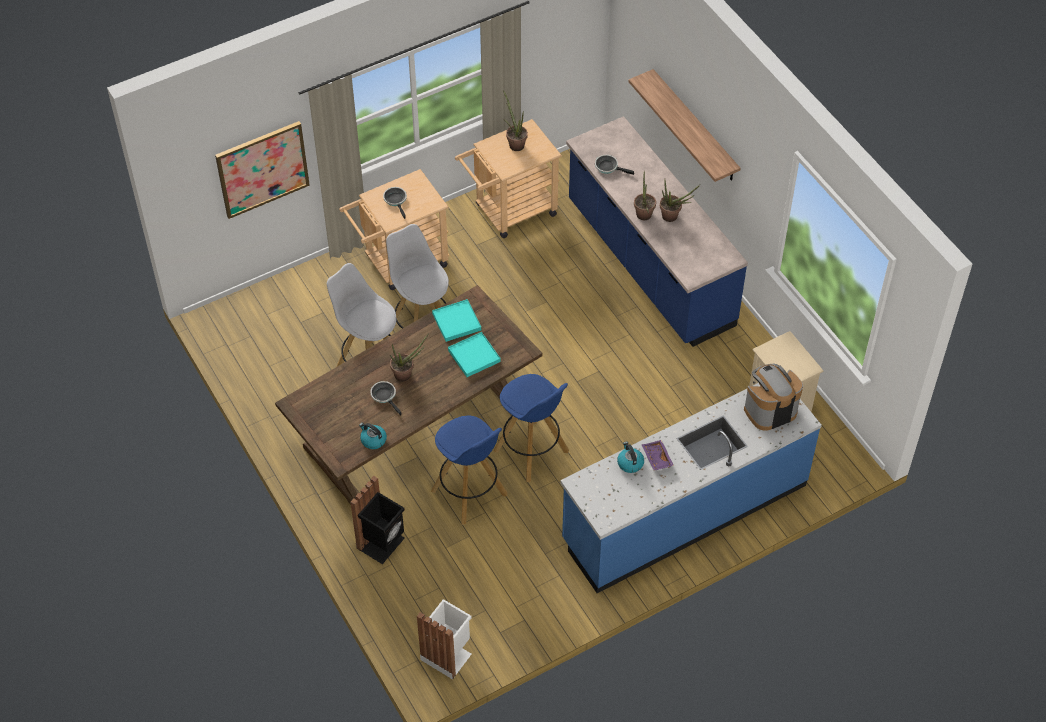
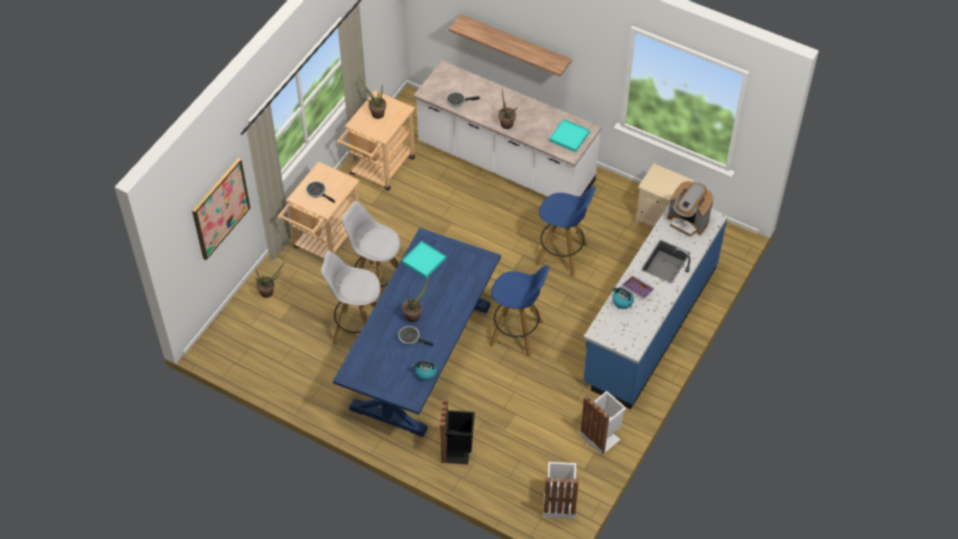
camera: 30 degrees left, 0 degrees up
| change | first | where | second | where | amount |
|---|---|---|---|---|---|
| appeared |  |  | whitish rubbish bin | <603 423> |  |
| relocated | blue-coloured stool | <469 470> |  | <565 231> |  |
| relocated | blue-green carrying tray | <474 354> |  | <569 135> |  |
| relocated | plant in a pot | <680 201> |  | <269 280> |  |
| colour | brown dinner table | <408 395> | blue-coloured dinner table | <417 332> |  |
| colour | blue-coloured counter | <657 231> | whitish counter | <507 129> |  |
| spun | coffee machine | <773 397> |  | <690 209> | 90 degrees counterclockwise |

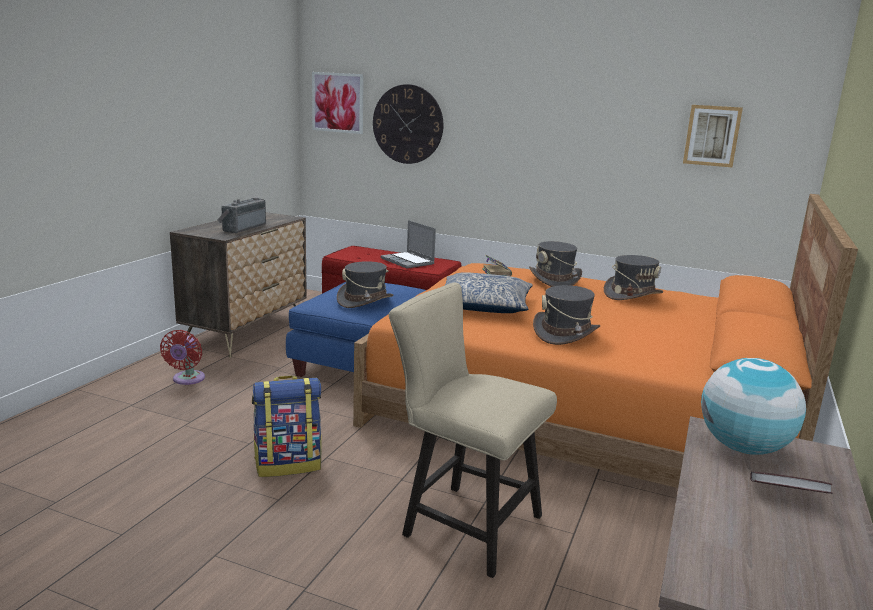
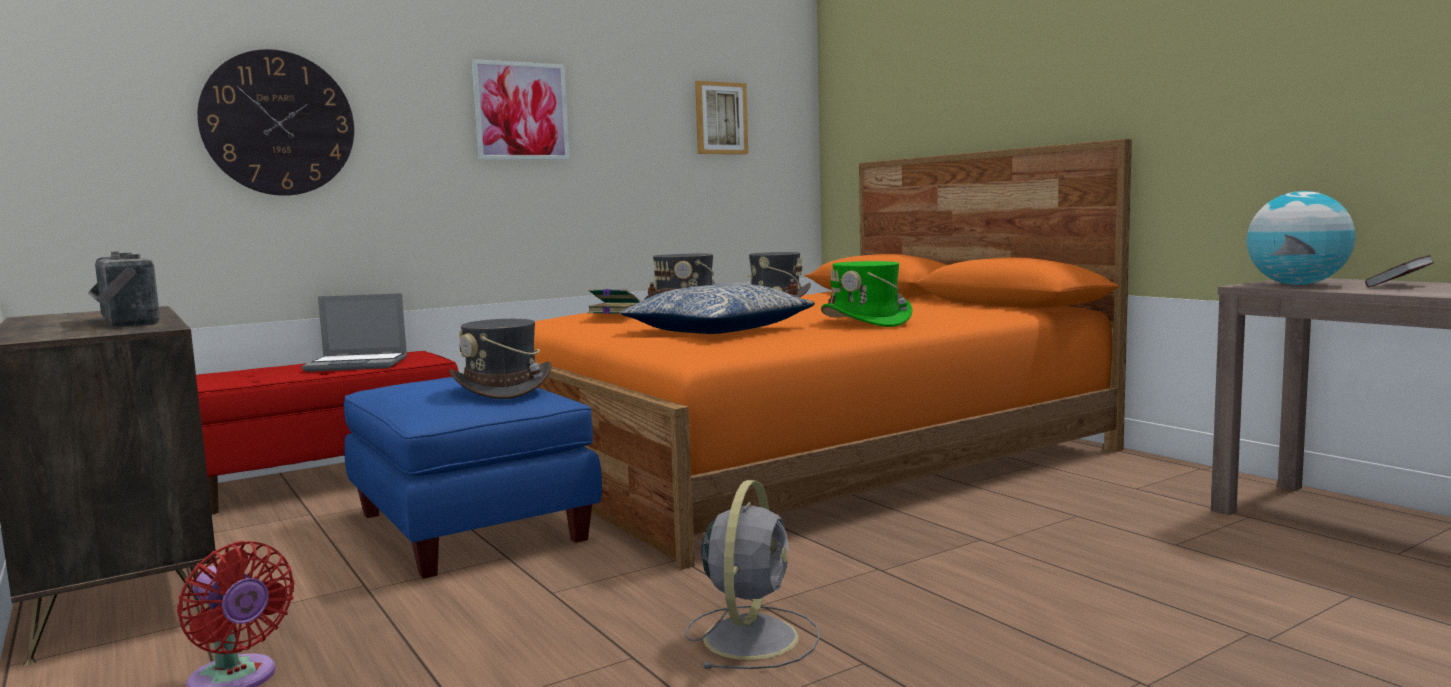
camera: 55 degrees left, 10 degrees down
| change | first | where | second | where | amount |
|---|---|---|---|---|---|
| missing | beige chair | <473 430> |  |  |  |
| relocated | wall picture | <338 103> |  | <520 109> |  |
| exchanged | backpack | <287 426> | greyish fan | <752 574> |  |
| colour | greyish hat | <566 315> | green-coloured hat | <866 294> |  |

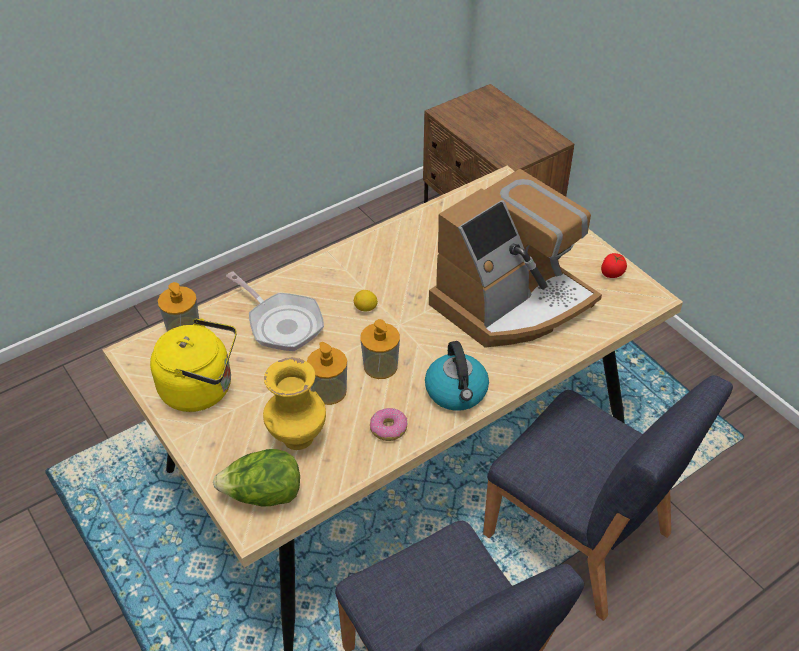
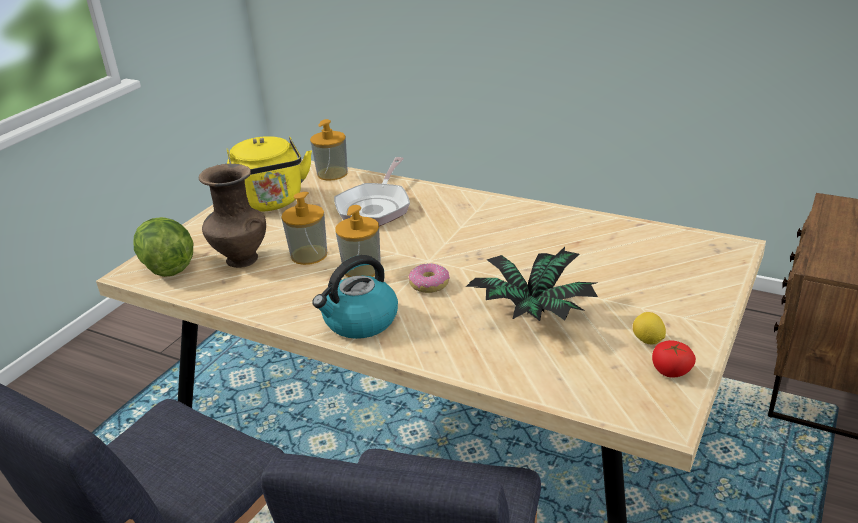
camera: 65 degrees right, 15 degrees down
| change | first | where | second | where | amount |
|---|---|---|---|---|---|
| relocated | whole lemon | <366 300> |  | <649 328> |  |
| relocated | donut | <388 424> |  | <429 278> |  |
| exchanged | coffee machine | <515 258> | plant in a pot | <532 284> |  |
| colour | yellowish decorative vase | <294 404> | brown decorative vase | <232 216> |  |

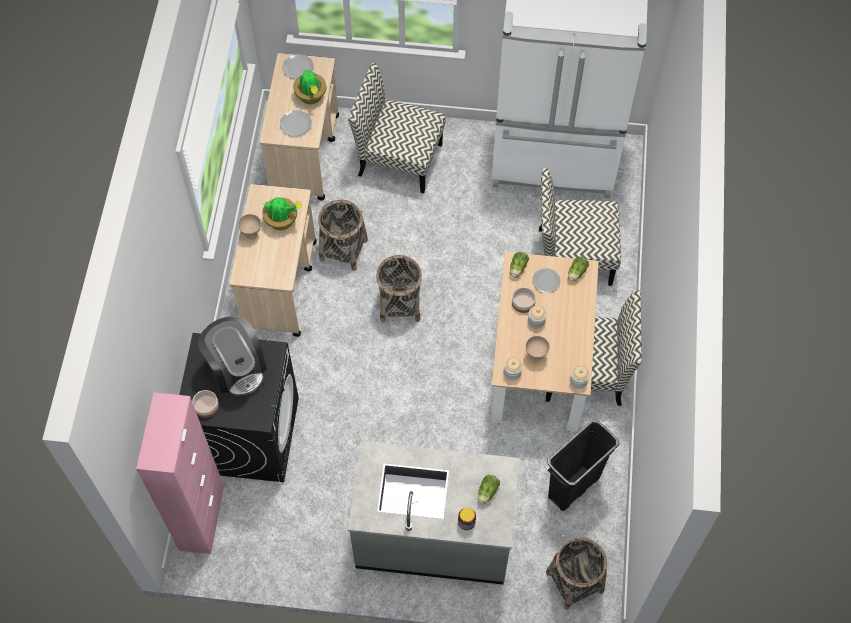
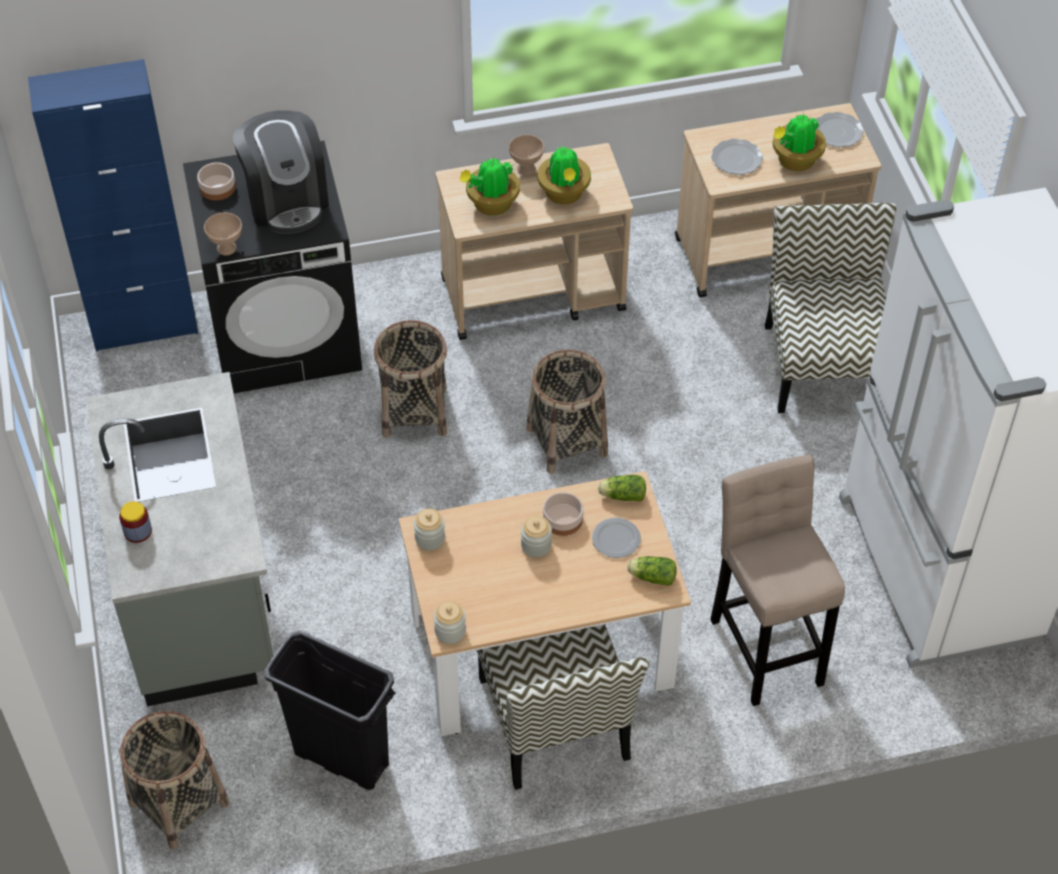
camera: 70 degrees right, 10 degrees down
| change | first | where | second | where | amount |
|---|---|---|---|---|---|
| missing | lettuce | <489 489> |  |  |  |
| appeared |  |  | plant in a pot | <489 186> |  |
| relocated | storage basket | <343 235> |  | <410 379> |  |
| relocated | beige bowl | <537 348> |  | <223 234> |  |
| exchanged | chair | <580 227> | beige stool | <777 580> |  |
| colour | pinkish cupboard | <180 473> | blue-coloured cupboard | <113 205> |  |
| spun | coffee machine | <232 356> |  | <281 172> | 60 degrees counterclockwise |

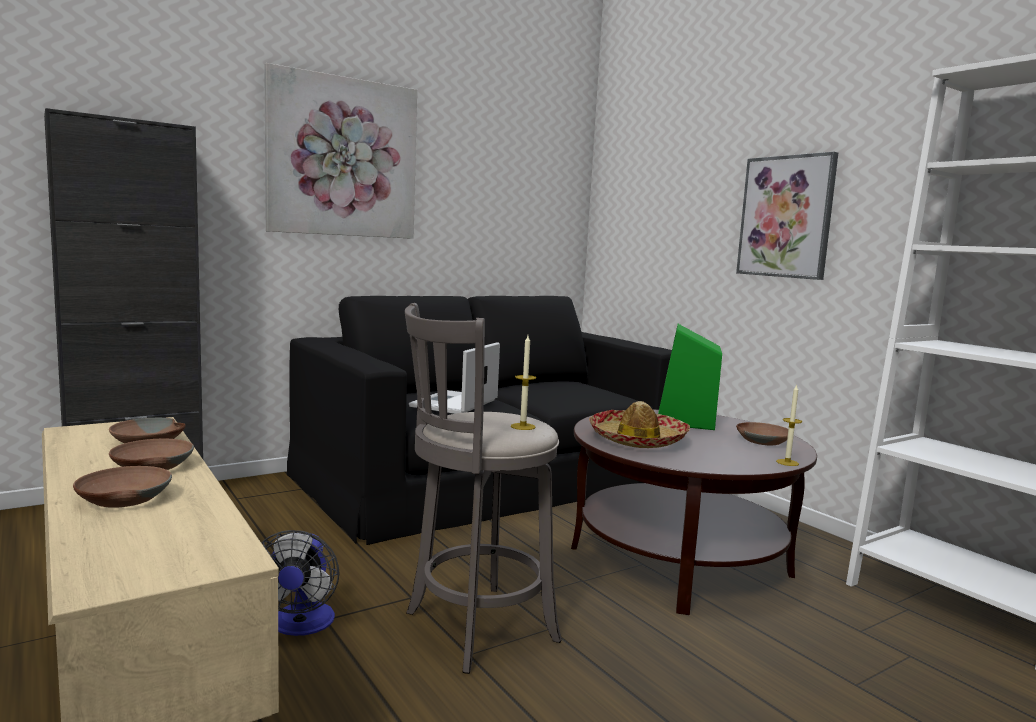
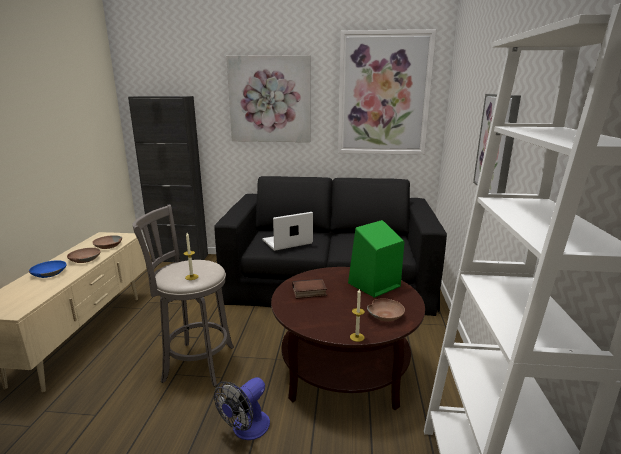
camera: 40 degrees right, 10 degrees up
| change | first | where | second | where | amount |
|---|---|---|---|---|---|
| appeared |  |  | wall picture | <387 92> |  |
| relocated | fan | <300 583> |  | <242 408> |  |
| exchanged | hat | <639 424> | bound book | <310 289> |  |
| colour | brown bowl | <122 487> | blue-coloured bowl | <47 269> |  |

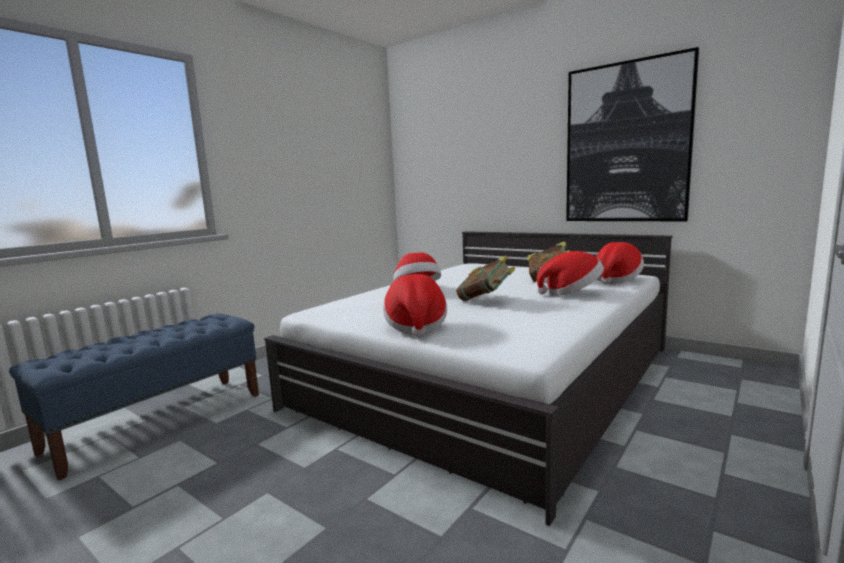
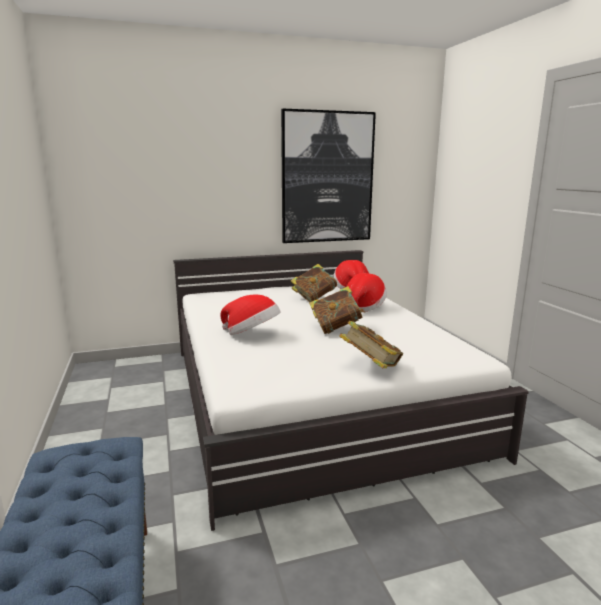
camera: 55 degrees left, 5 degrees up
| change | first | where | second | where | amount |
|---|---|---|---|---|---|
| exchanged | hat | <415 305> | bound book | <371 344> |  |

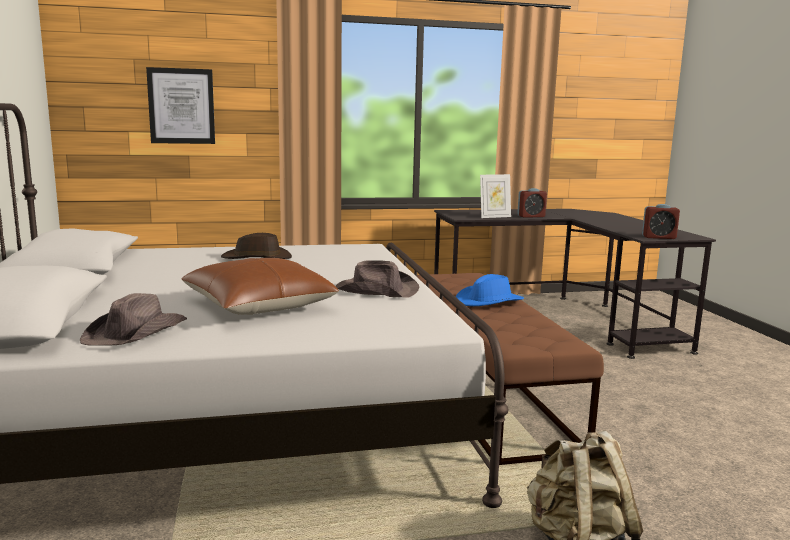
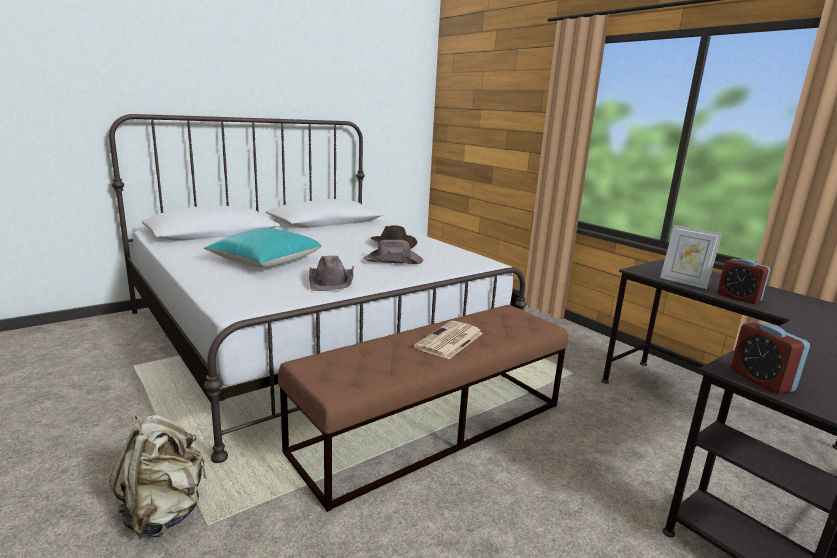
camera: 65 degrees right, 5 degrees up
| change | first | where | second | where | amount |
|---|---|---|---|---|---|
| missing | wall picture | <180 105> |  |  |  |
| relocated | brown hat | <133 319> |  | <393 252> |  |
| exchanged | blue-coloured hat | <490 290> | daily paper | <448 340> |  |
| colour | brown throw pillow | <260 286> | blue-green throw pillow | <262 248> |  |

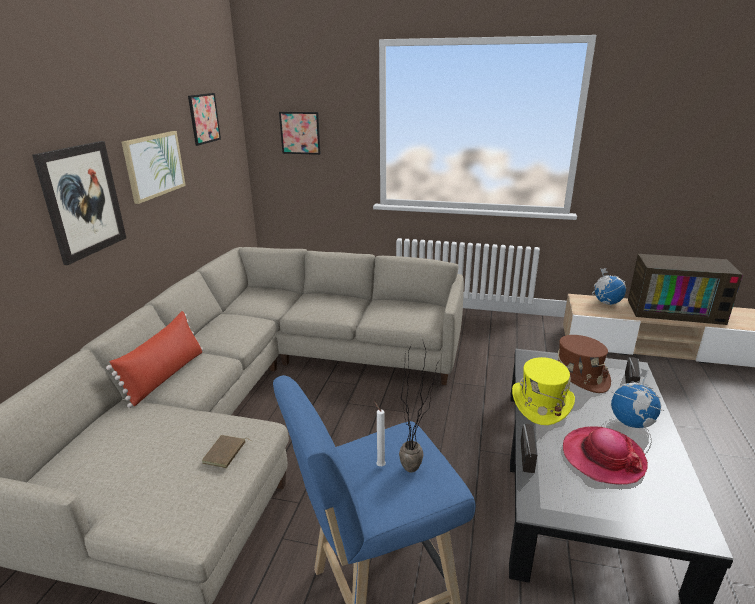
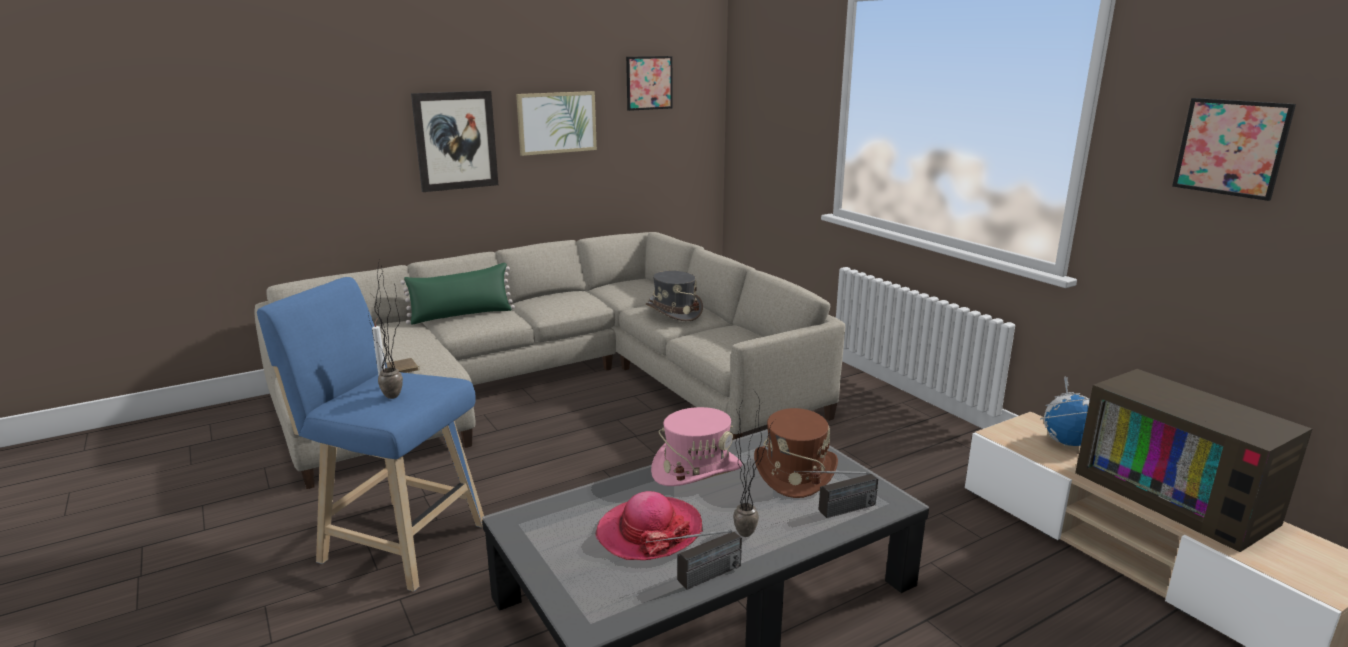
camera: 45 degrees right, 5 degrees down
| change | first | where | second | where | amount |
|---|---|---|---|---|---|
| appeared |  |  | greyish hat | <674 296> |  |
| relocated | wall picture | <300 133> |  | <1234 149> |  |
| relocated | radio receiver | <529 448> |  | <694 560> |  |
| exchanged | globe | <637 399> | plant in a pot | <754 463> |  |
| colour | red throw pillow | <154 359> | green-coloured throw pillow | <457 294> |  |
| colour | yellowish hat | <543 391> | pinkish hat | <696 446> |  |

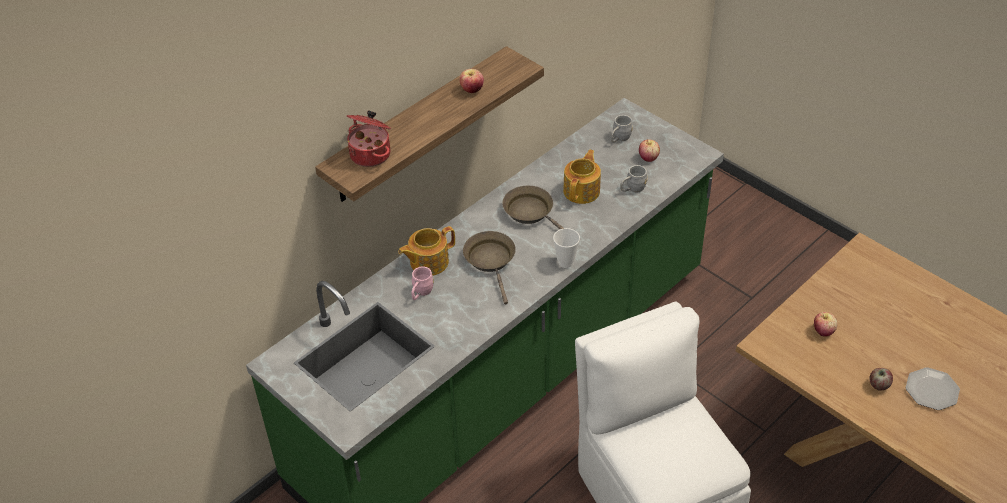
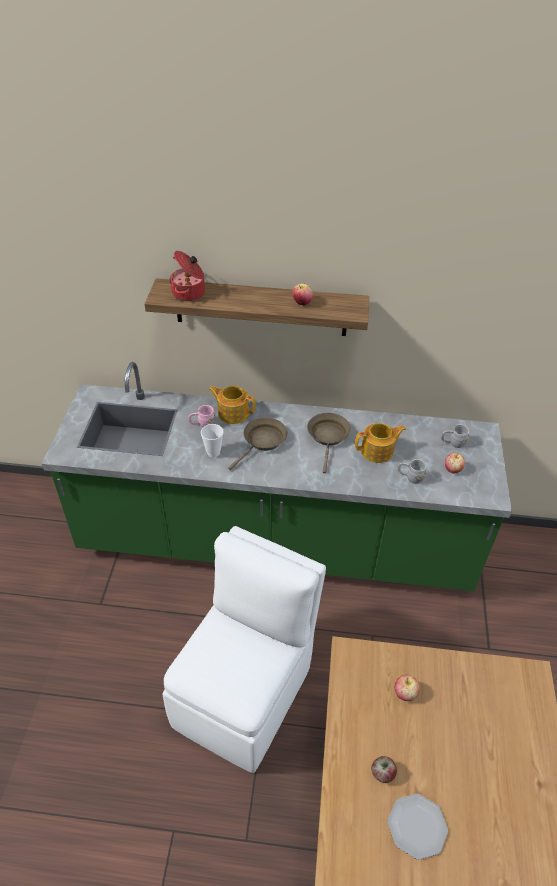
camera: 50 degrees right, 0 degrees up
| change | first | where | second | where | amount |
|---|---|---|---|---|---|
| relocated | cup | <566 248> |  | <212 440> |  |

